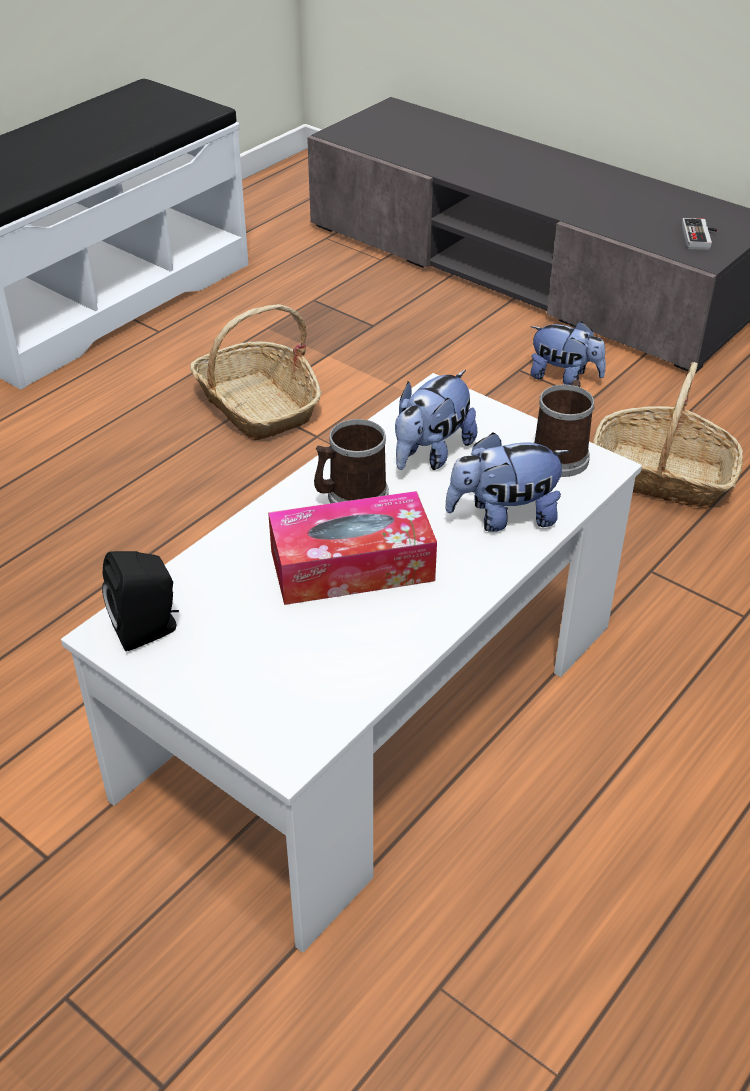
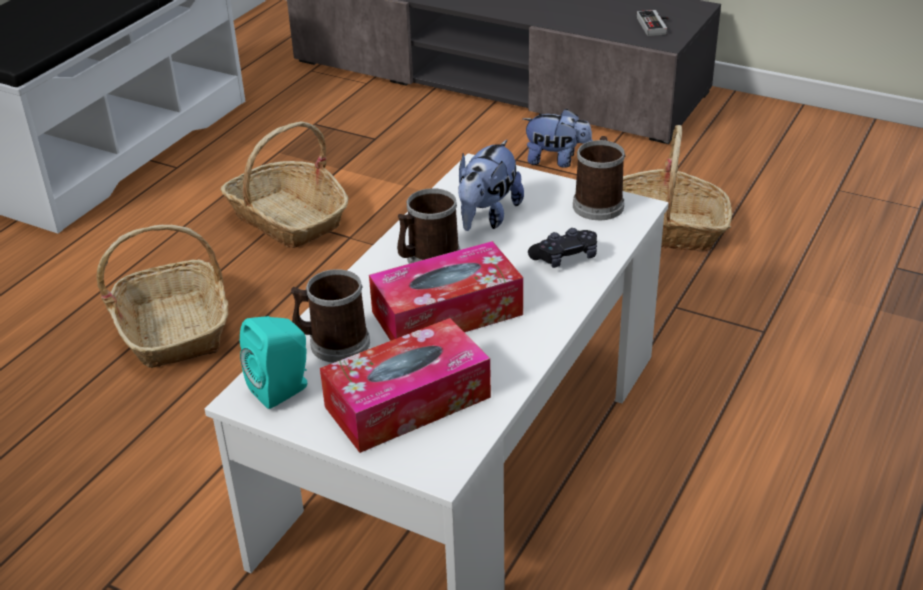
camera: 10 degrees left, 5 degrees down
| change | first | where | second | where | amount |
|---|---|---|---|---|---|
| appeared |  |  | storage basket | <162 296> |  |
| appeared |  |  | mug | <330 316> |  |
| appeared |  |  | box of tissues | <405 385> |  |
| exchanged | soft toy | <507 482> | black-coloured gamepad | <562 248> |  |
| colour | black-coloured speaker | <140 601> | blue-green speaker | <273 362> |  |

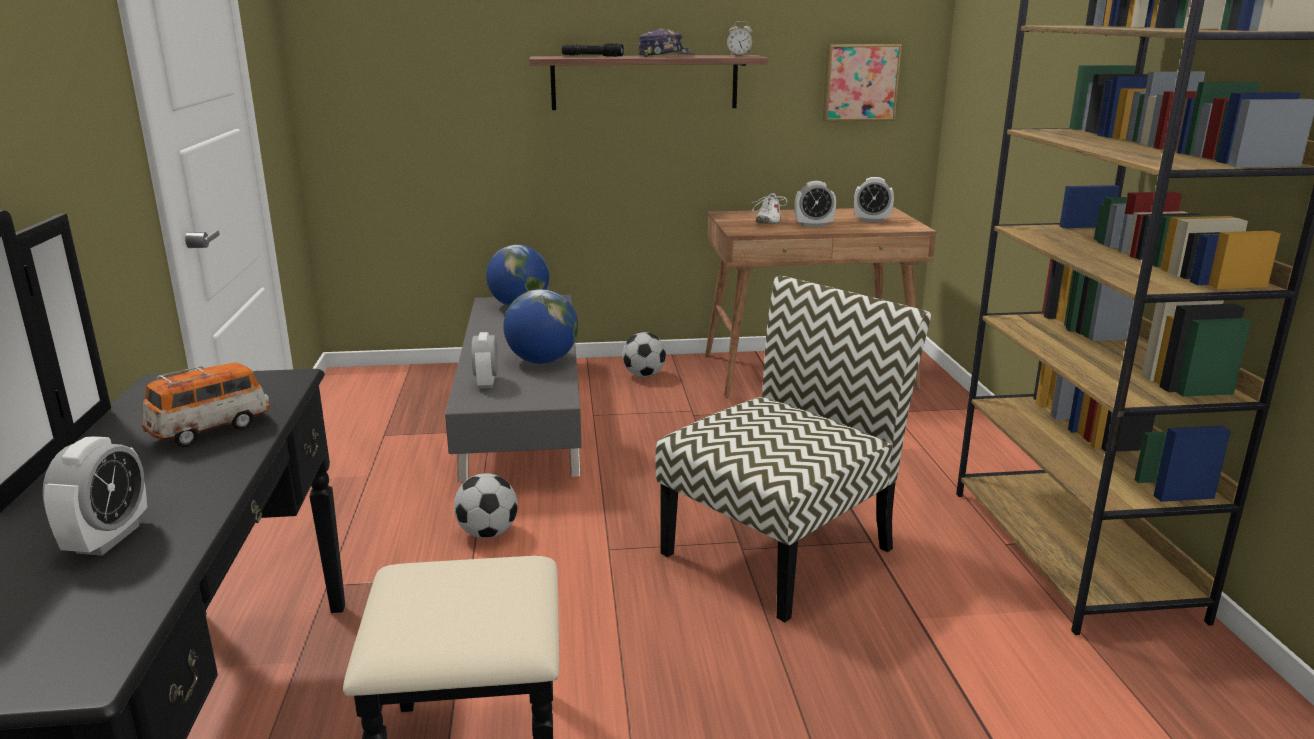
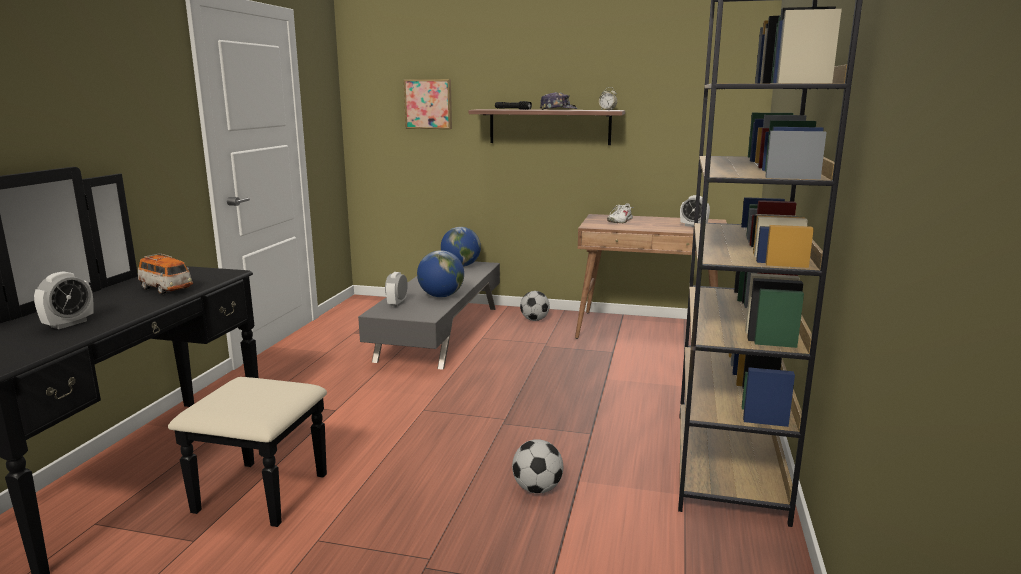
camera: 20 degrees right, 5 degrees down
| change | first | where | second | where | amount |
|---|---|---|---|---|---|
| missing | chair | <793 449> |  |  |  |
| missing | alarm clock | <815 204> |  |  |  |
| relocated | football | <486 505> |  | <537 466> |  |
| relocated | wall picture | <862 82> |  | <428 104> |  |
| spun | model car | <206 404> |  | <165 273> | 60 degrees clockwise |

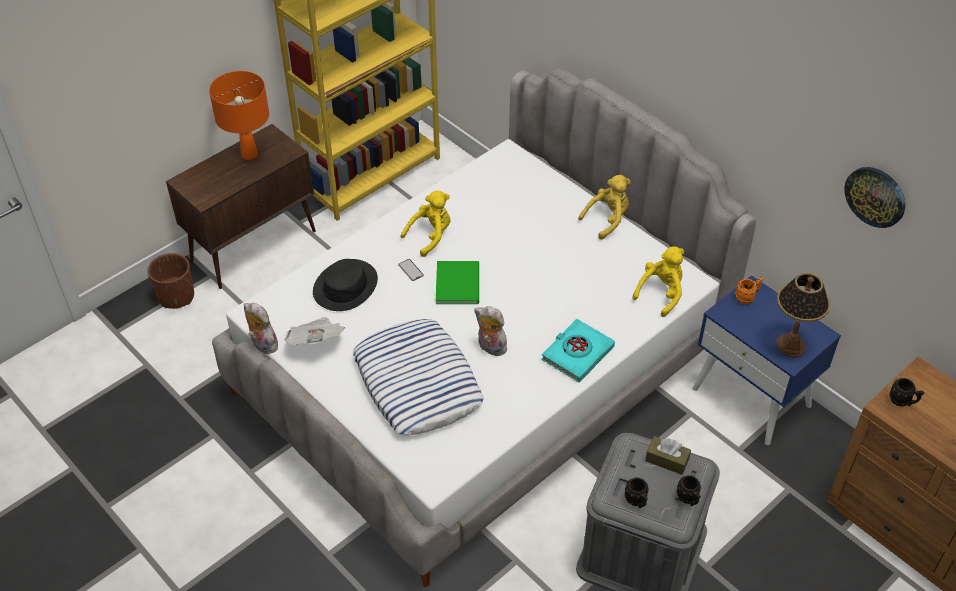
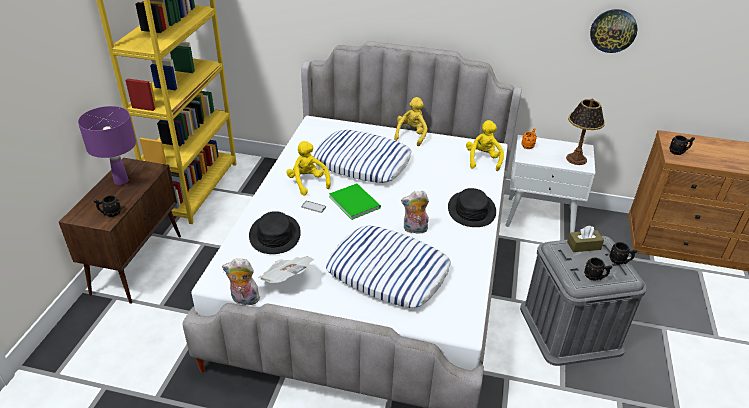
camera: 35 degrees left, 10 degrees down
| change | first | where | second | where | amount |
|---|---|---|---|---|---|
| missing | brown flower pot | <171 281> |  |  |  |
| appeared |  |  | black-coloured mug | <107 206> |  |
| appeared |  |  | throw pillow | <362 156> |  |
| exchanged | blue-green bound book | <578 350> | black-coloured hat | <472 207> |  |
| colour | orange tabletop lamp | <239 115> | purplish tabletop lamp | <107 145> |  |
| colour | blue-coloured night table | <767 360> | whitish night table | <550 183> |  |
| spun | yellowish soft toy | <426 223> |  | <308 168> | 45 degrees counterclockwise |

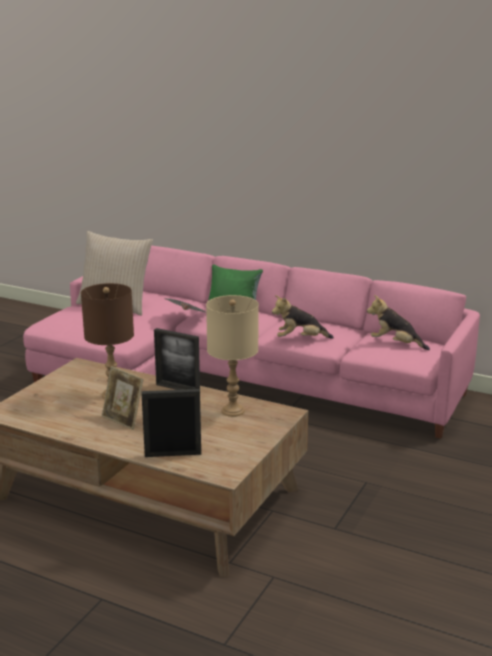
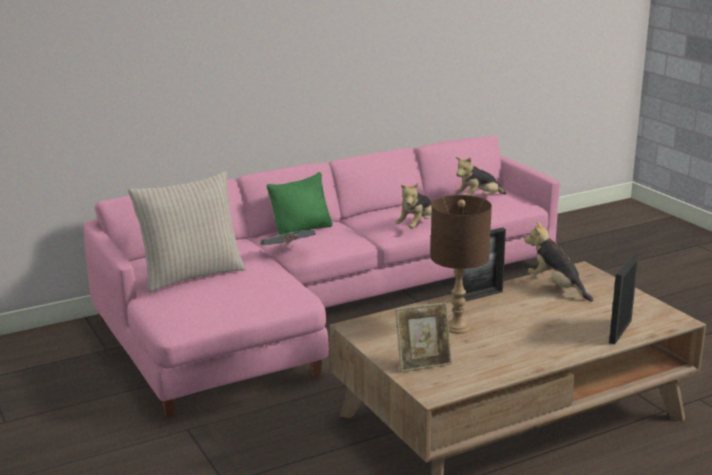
camera: 55 degrees left, 0 degrees up
| change | first | where | second | where | amount |
|---|---|---|---|---|---|
| relocated | standing frame | <122 398> |  | <423 337> |  |
| exchanged | beige tabletop lamp | <232 356> | soft toy | <558 261> |  |

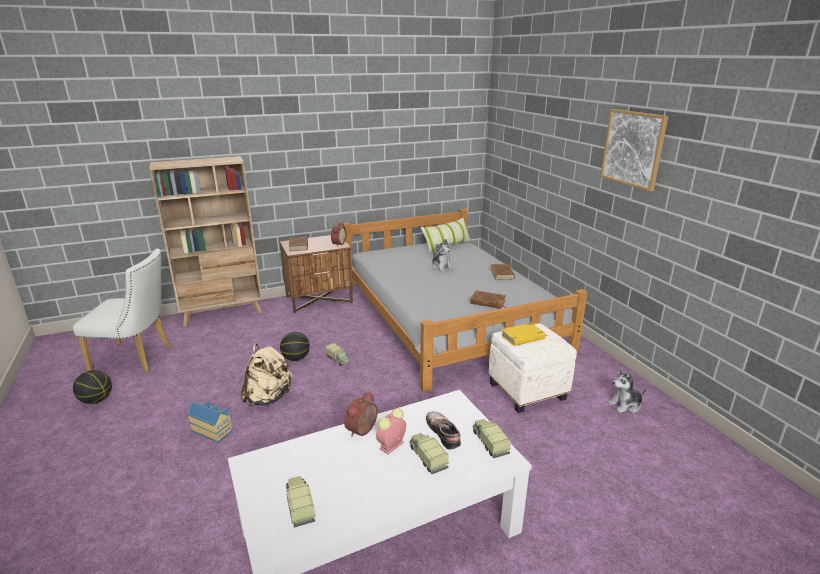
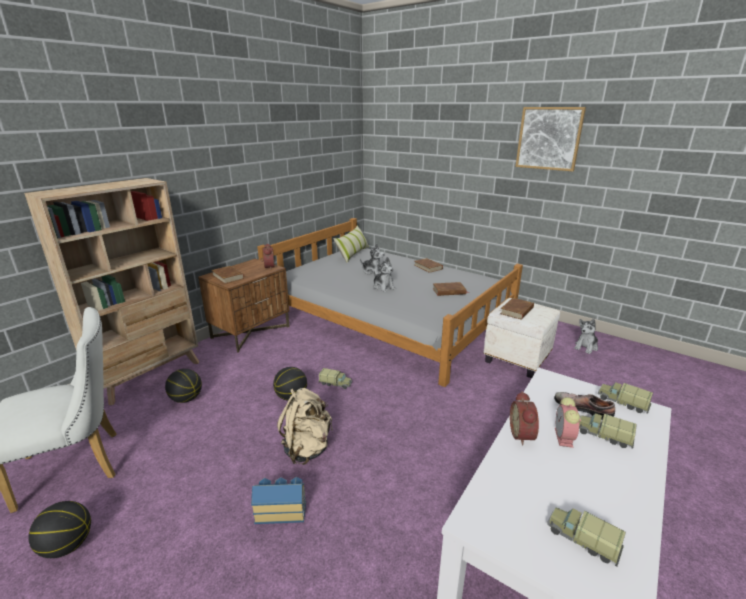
camera: 30 degrees left, 0 degrees up
| change | first | where | second | where | amount |
|---|---|---|---|---|---|
| appeared |  |  | basketball ball | <183 386> |  |
| appeared |  |  | soft toy | <384 274> |  |
| colour | yellowish bound book | <524 334> | brown bound book | <517 309> |  |

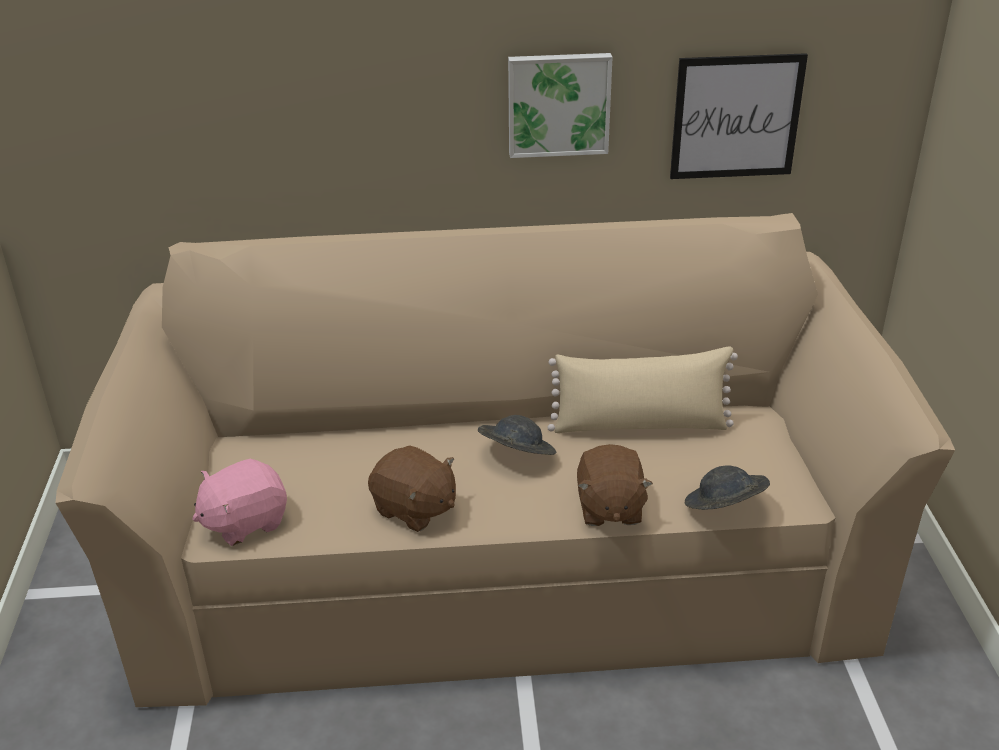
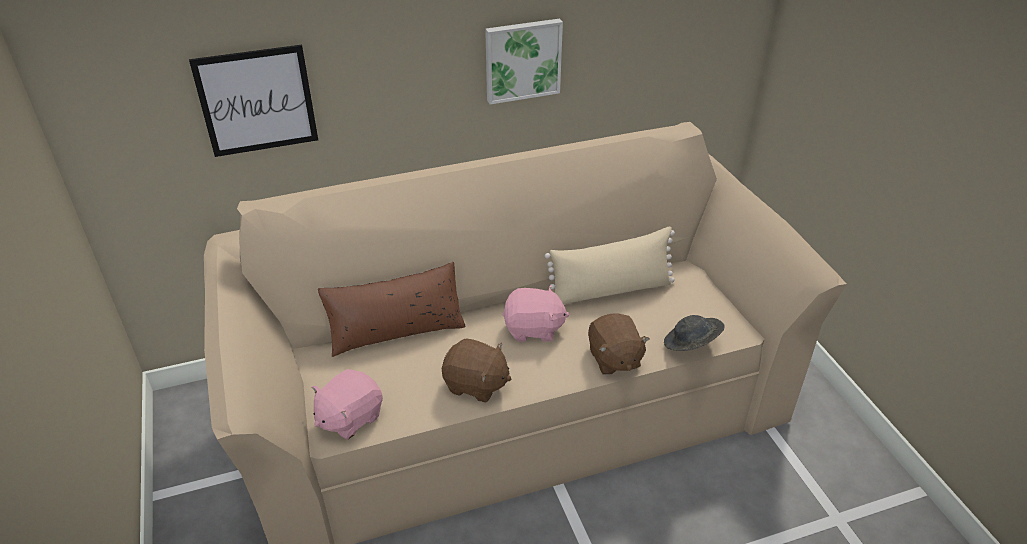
camera: 15 degrees left, 5 degrees up
| change | first | where | second | where | amount |
|---|---|---|---|---|---|
| appeared |  |  | brown throw pillow | <392 309> |  |
| relocated | wall picture | <739 116> |  | <253 101> |  |
| exchanged | greyish hat | <517 435> | pinkish soft toy | <536 313> |  |

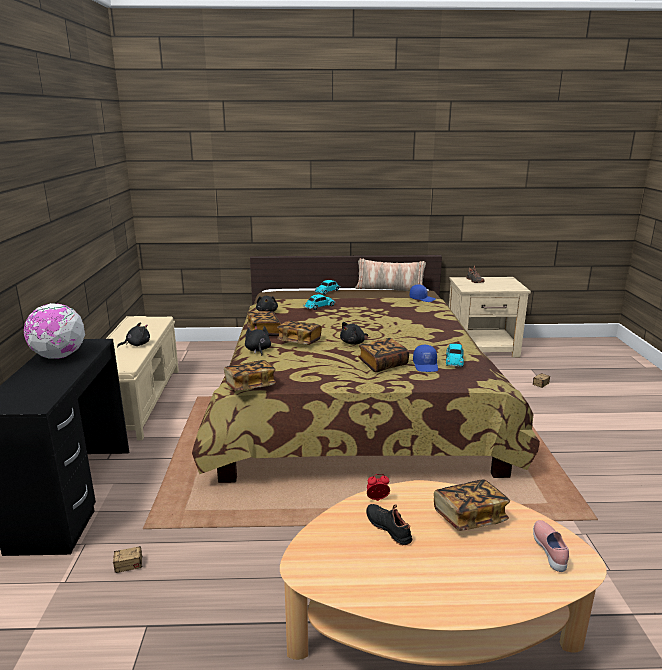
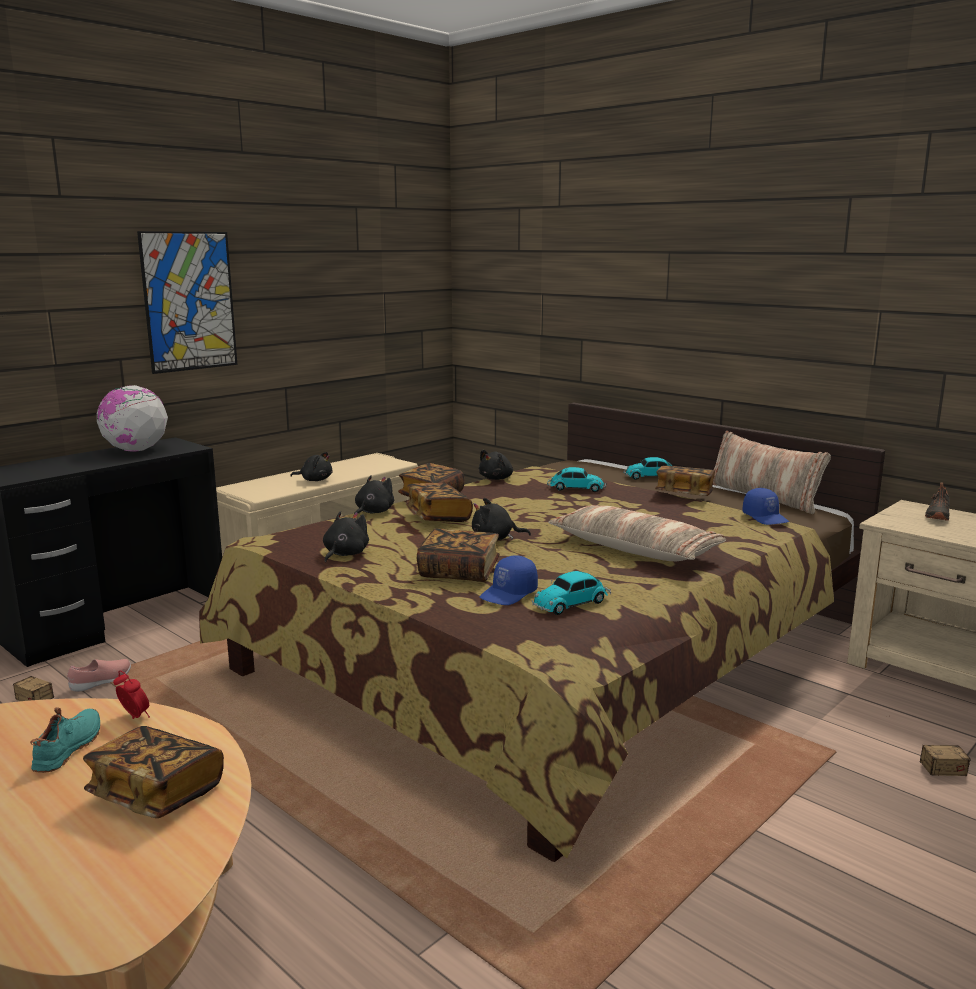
camera: 45 degrees right, 5 degrees down
| change | first | where | second | where | amount |
|---|---|---|---|---|---|
| appeared |  |  | wall picture | <187 302> |  |
| appeared |  |  | black-coloured soft toy | <346 537> |  |
| appeared |  |  | throw pillow | <637 533> |  |
| relocated | bound book | <250 375> |  | <685 480> |  |
| relocated | pinkish shoe | <551 546> |  | <99 675> |  |
| colour | black-coloured shoe | <389 524> | blue-green shoe | <65 740> |  |

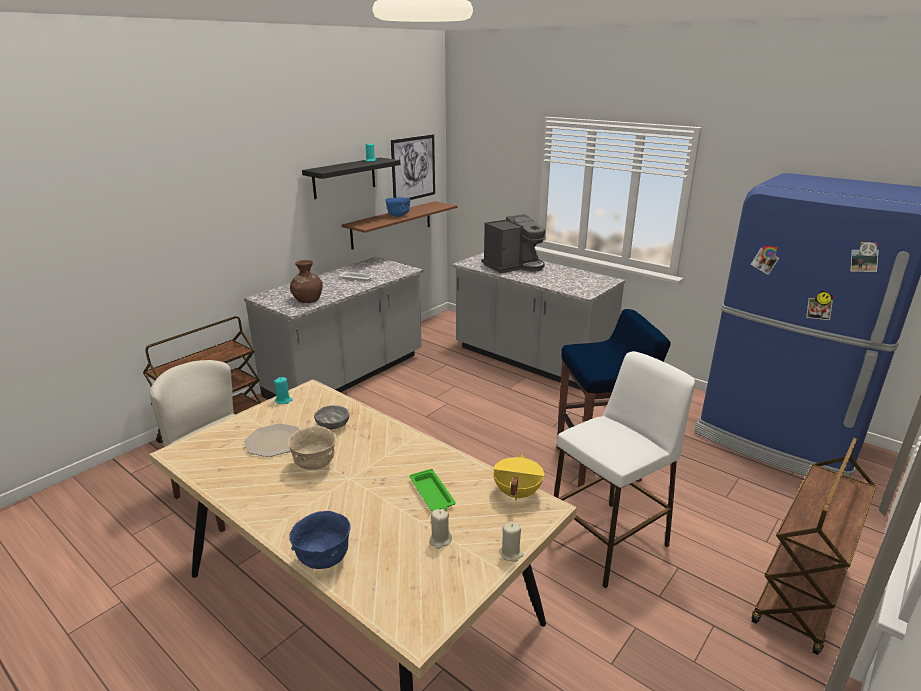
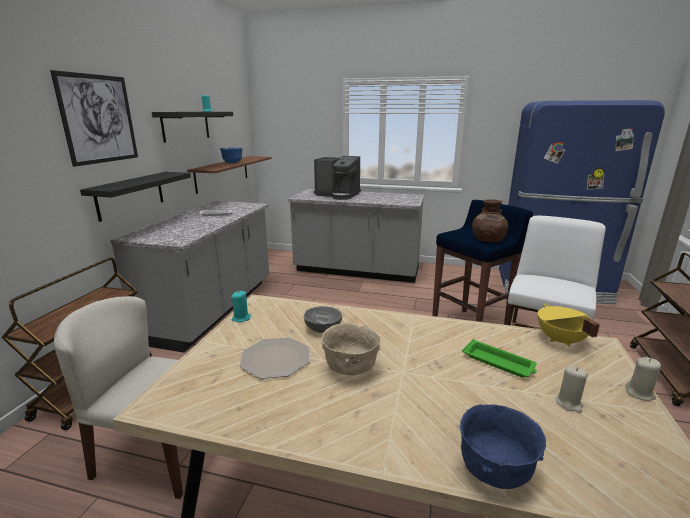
camera: 25 degrees left, 5 degrees down
| change | first | where | second | where | amount |
|---|---|---|---|---|---|
| appeared |  |  | black-coloured wall shelf | <135 197> |  |
| relocated | brown decorative vase | <306 281> |  | <490 220> |  |
| relocated | wall picture | <413 167> |  | <94 118> |  |
| spun | coffee machine | <513 244> |  | <337 178> | 75 degrees clockwise |

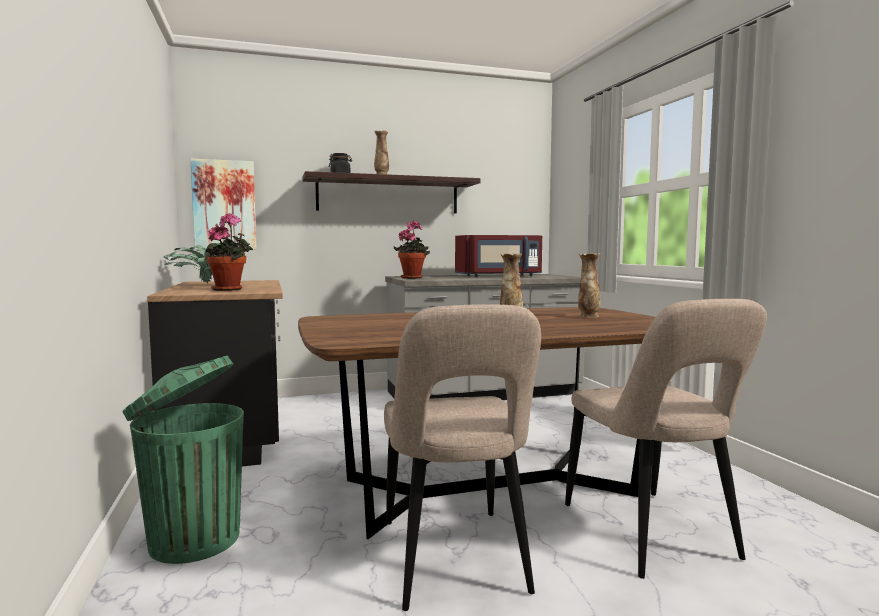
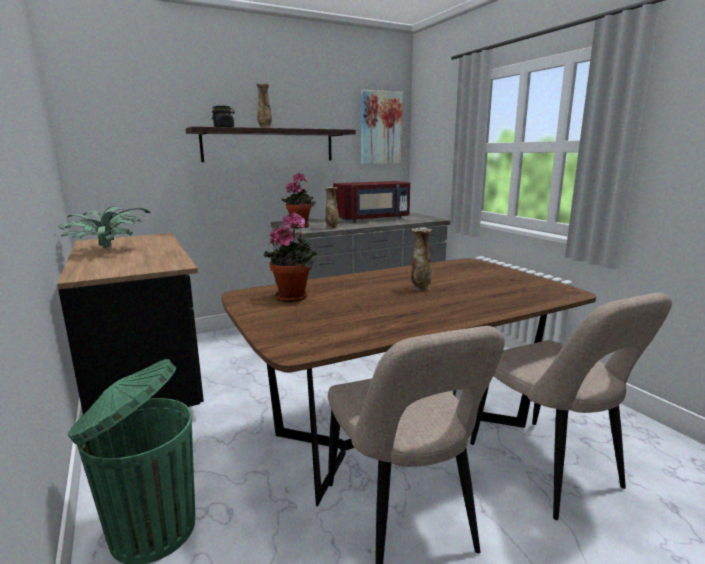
camera: 10 degrees left, 10 degrees up
| change | first | where | second | where | amount |
|---|---|---|---|---|---|
| relocated | wall picture | <223 204> |  | <382 127> |  |
| relocated | plant in a pot | <228 252> |  | <290 257> |  |
| relocated | decorative vase | <589 285> |  | <331 208> |  |

